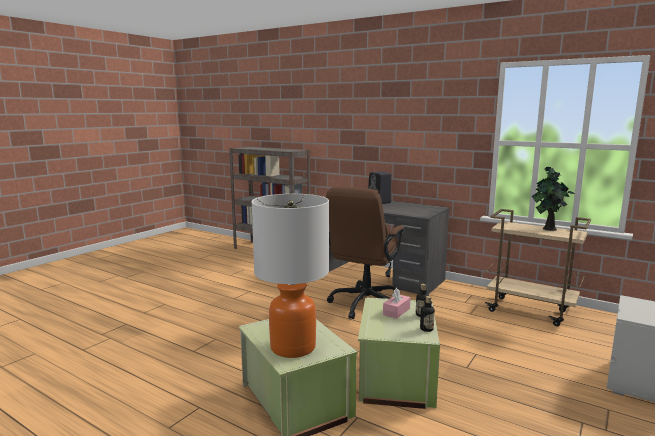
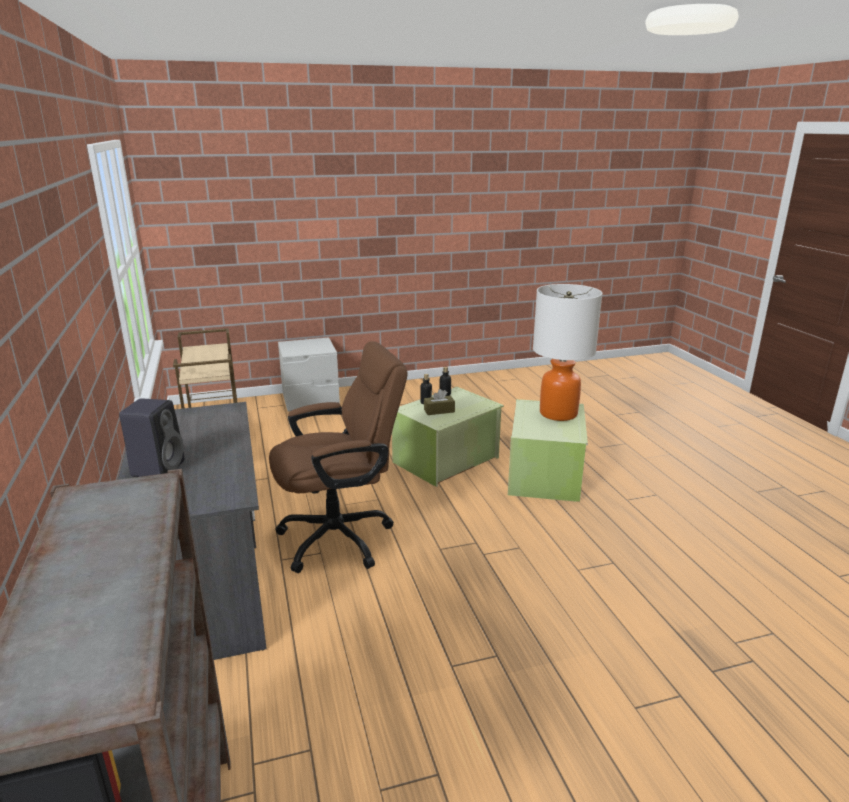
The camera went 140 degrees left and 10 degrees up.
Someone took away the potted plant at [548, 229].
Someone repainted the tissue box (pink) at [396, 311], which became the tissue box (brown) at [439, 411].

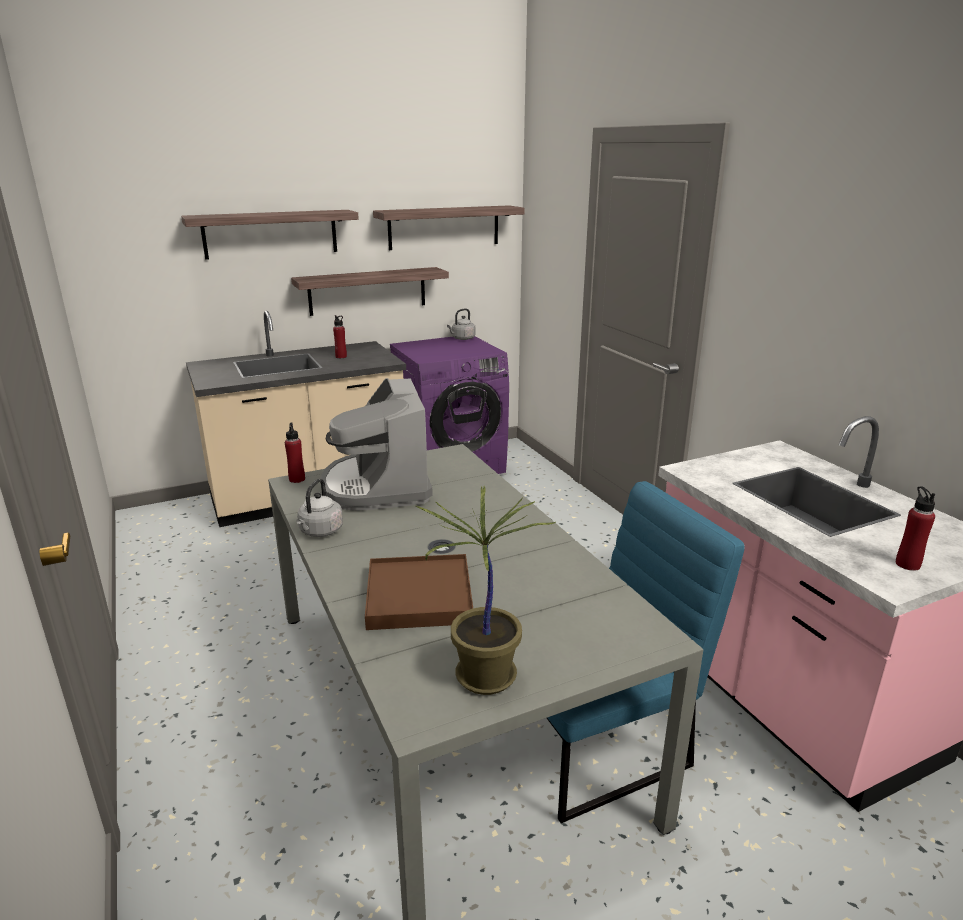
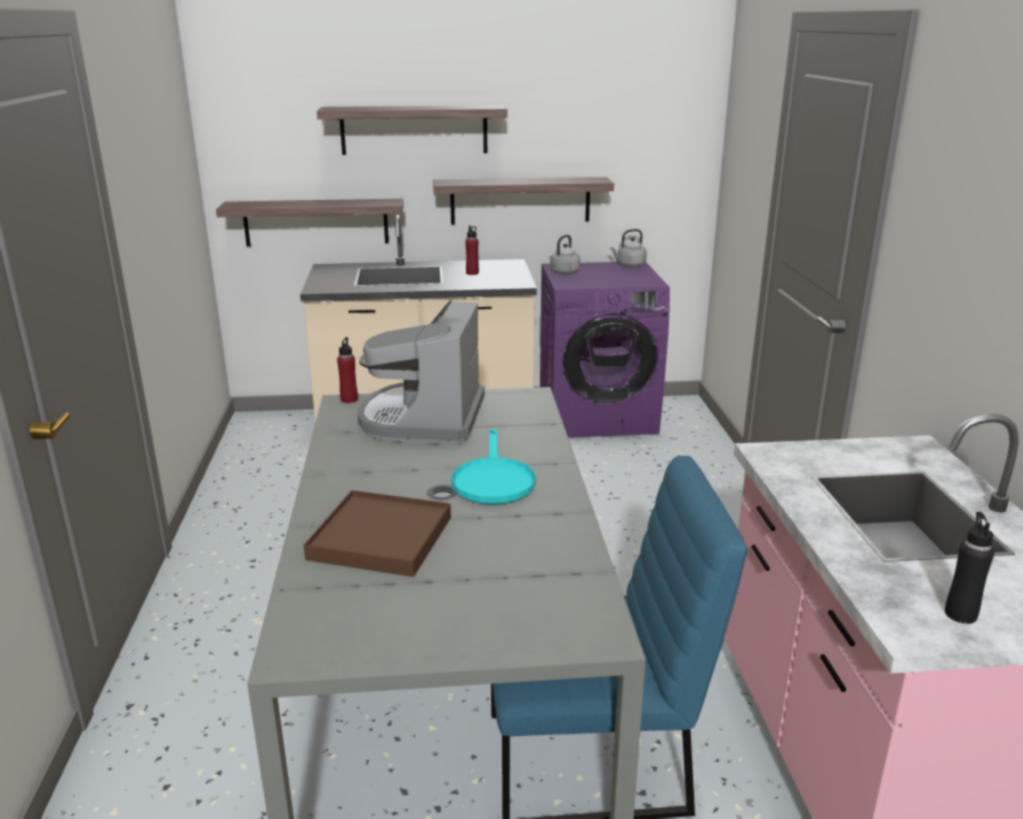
The camera went 20 degrees right and 0 degrees up.
Someone took away the potted plant at [485, 678].
Someone put down the frying pan (turquoise) at [492, 480].
Someone carried the kettle (grey) from [320, 532] to [563, 272].
Someone carried the shelf from [444, 227] to [316, 222].
Someone repainted the bottle (red) at [907, 564], which became the bottle (black) at [960, 614].

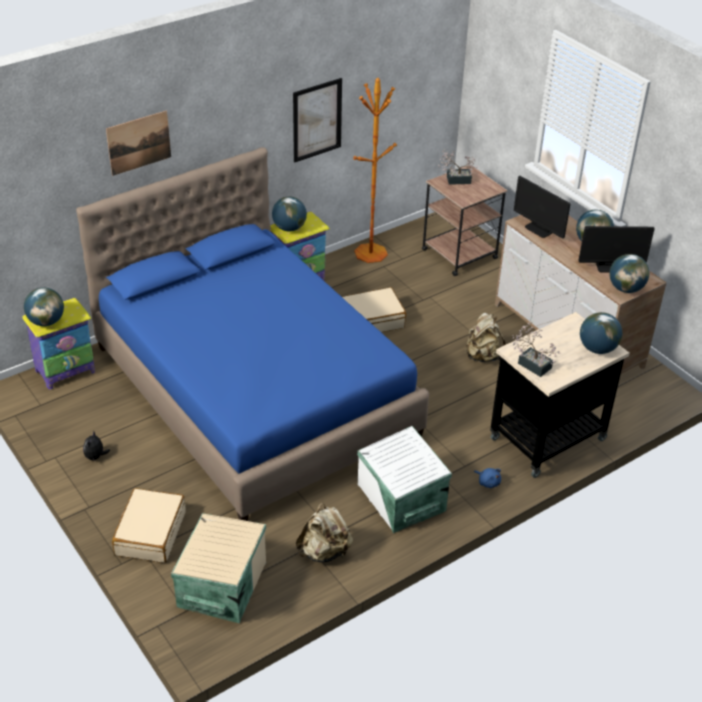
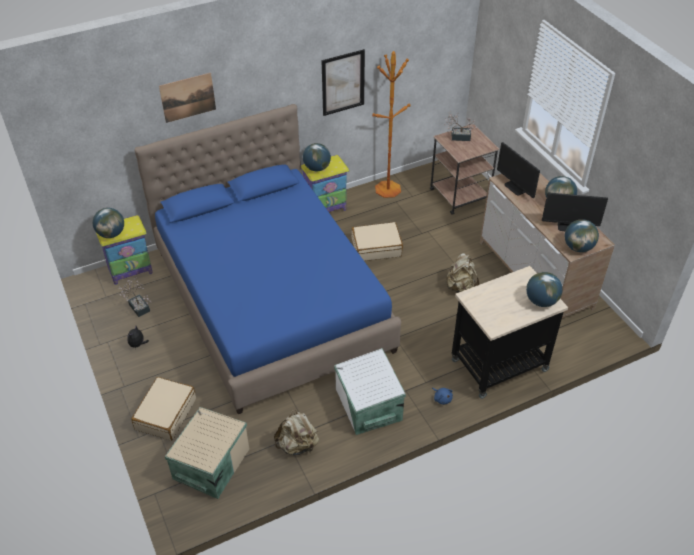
The camera went 10 degrees right and 5 degrees up.
Someone carried the potted plant from [531, 363] to [138, 306].

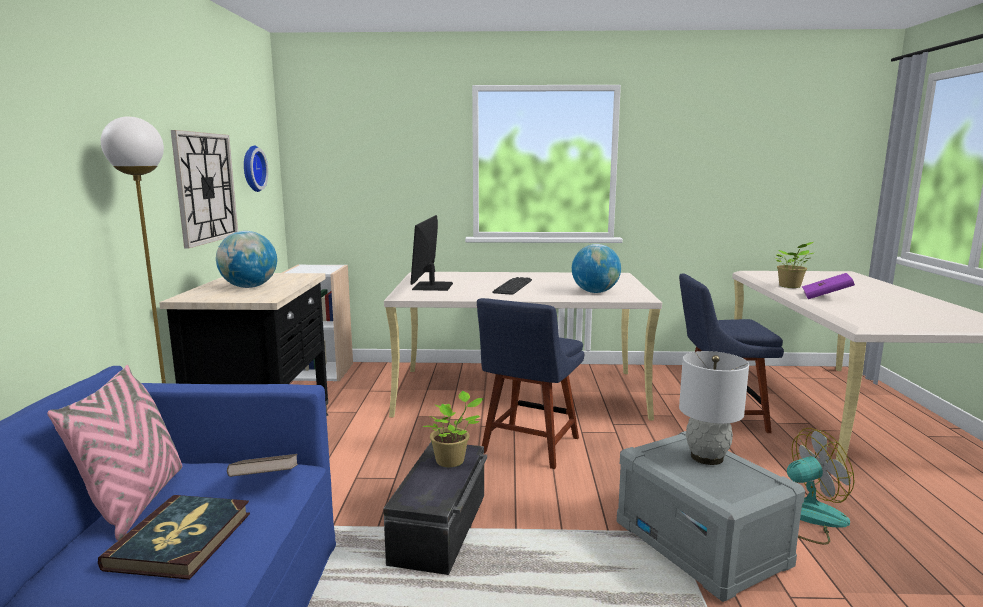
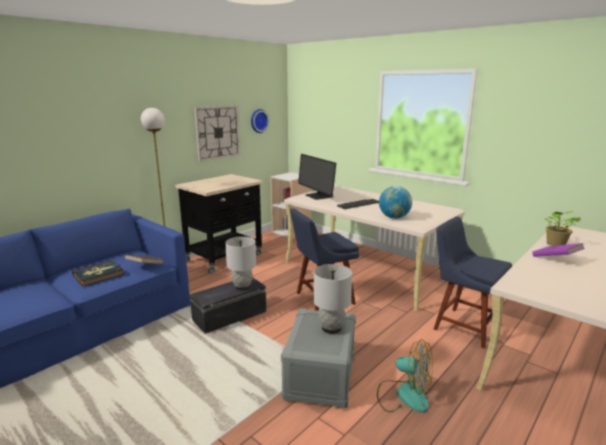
The camera went 40 degrees right and 5 degrees up.
Someone took away the pillow (pink) at [136, 502].
Someone took away the globe at [249, 287].
Someone swapped the potted plant at [452, 461] for the table lamp (white) at [242, 286].
Someone rotated the monitor at [431, 286] by 75 degrees counterclockwise.

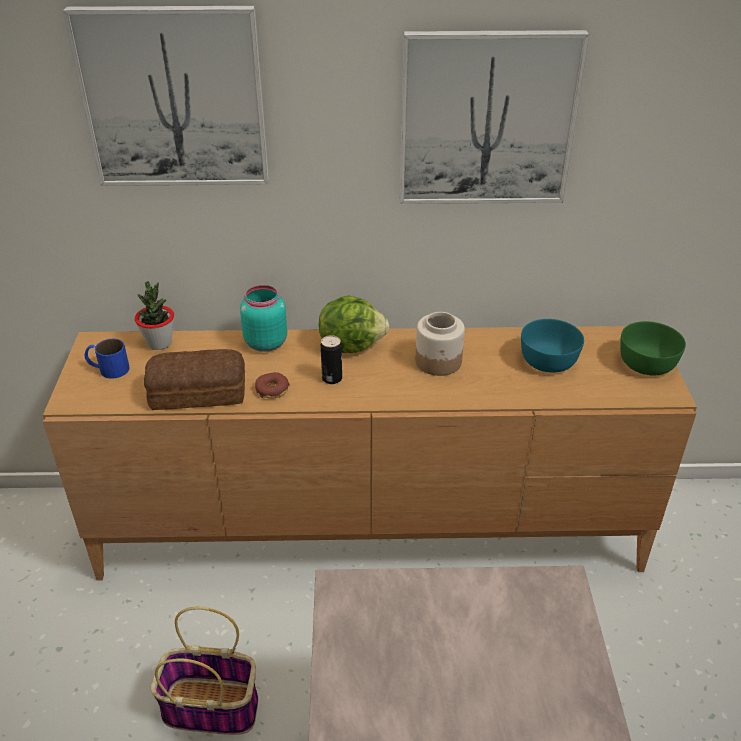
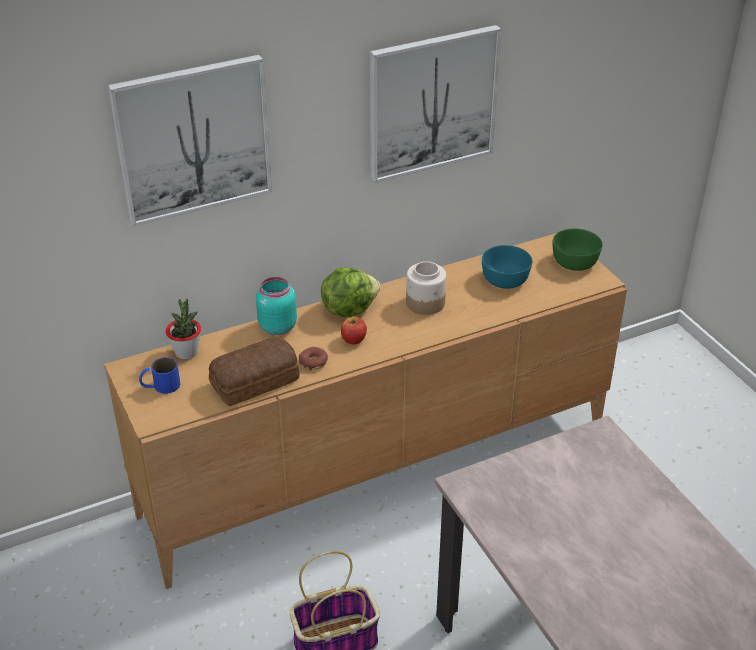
The camera went 25 degrees left and 0 degrees up.
Someone swapped the can at [332, 378] for the apple at [353, 339].

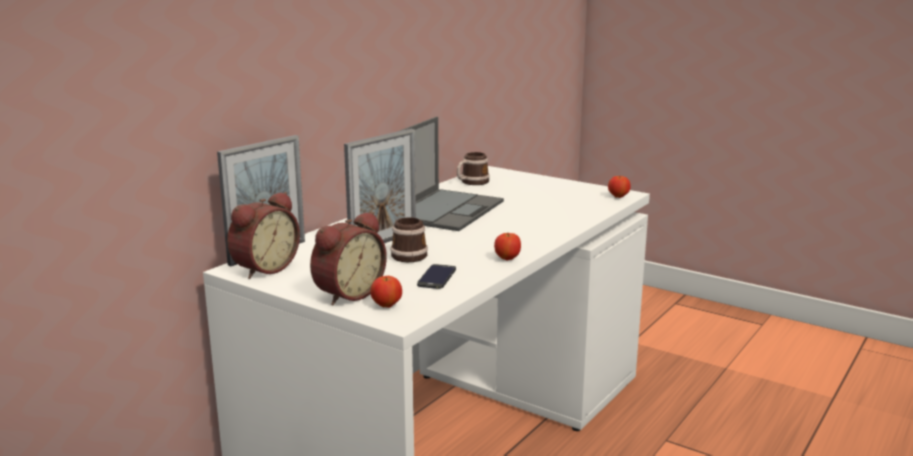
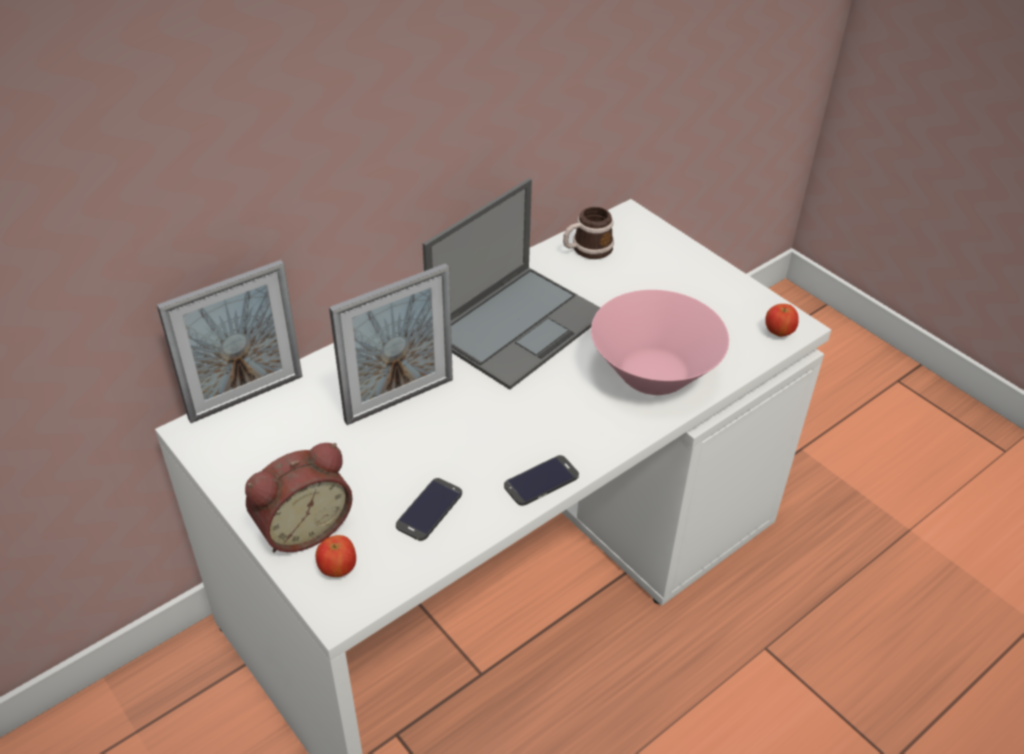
The camera went 15 degrees right and 25 degrees up.
Someone took away the alarm clock at [263, 268].
Someone took away the mug at [410, 254].
Someone put down the bowl (pink) at [653, 375].
Someone swapped the apple at [507, 259] for the phone at [541, 481].

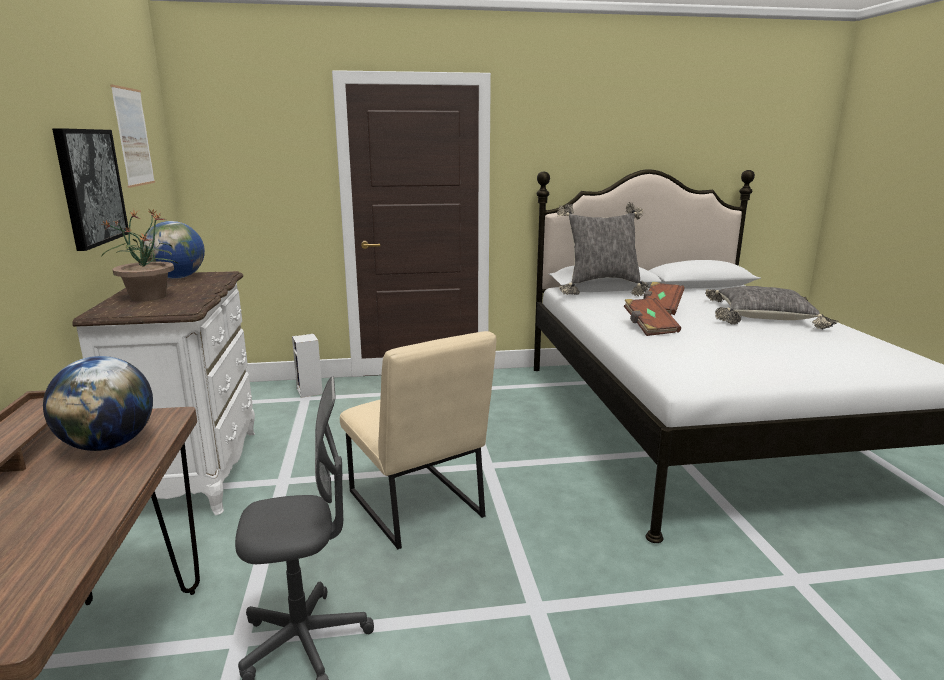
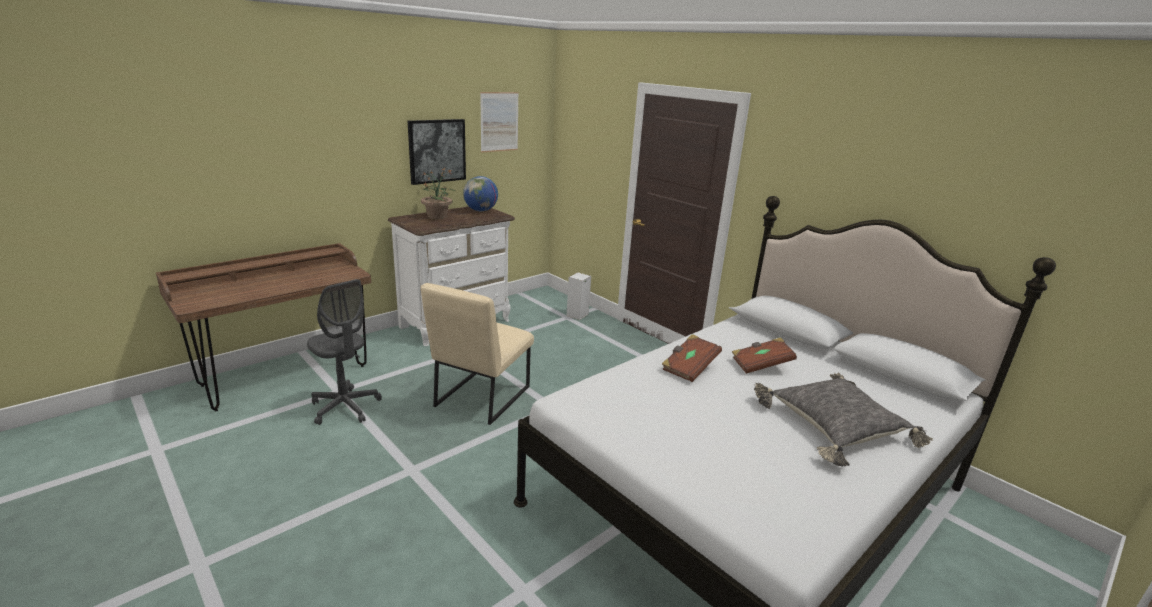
The camera went 55 degrees right and 5 degrees up.
Someone took away the globe at [108, 445].
Someone took away the pillow at [599, 294].

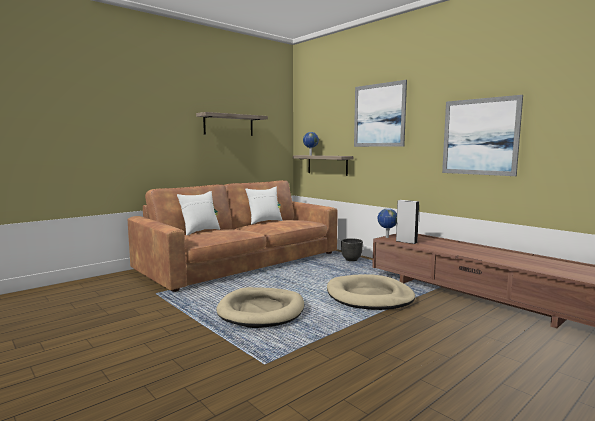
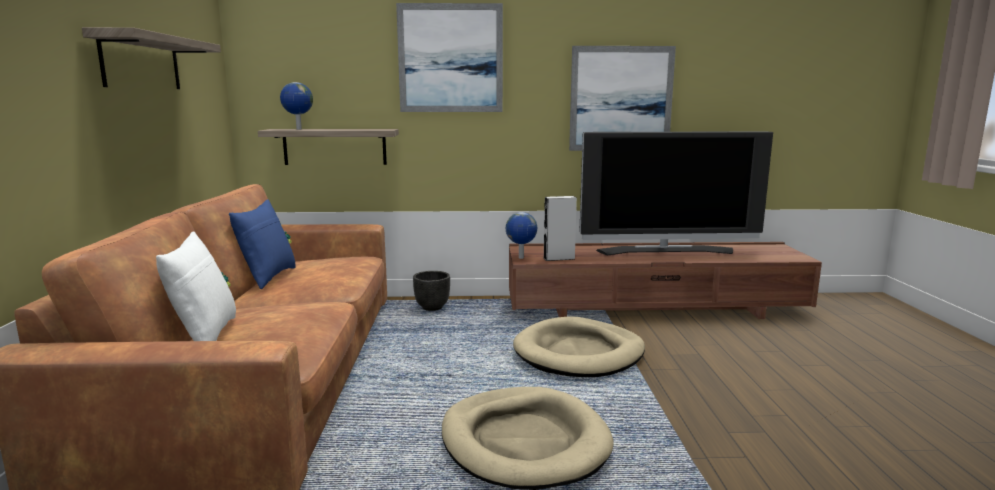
The camera went 50 degrees left and 5 degrees up.
Someone put down the television at [666, 251].
Someone repainted the pillow (white) at [264, 222], which became the pillow (blue) at [268, 278].

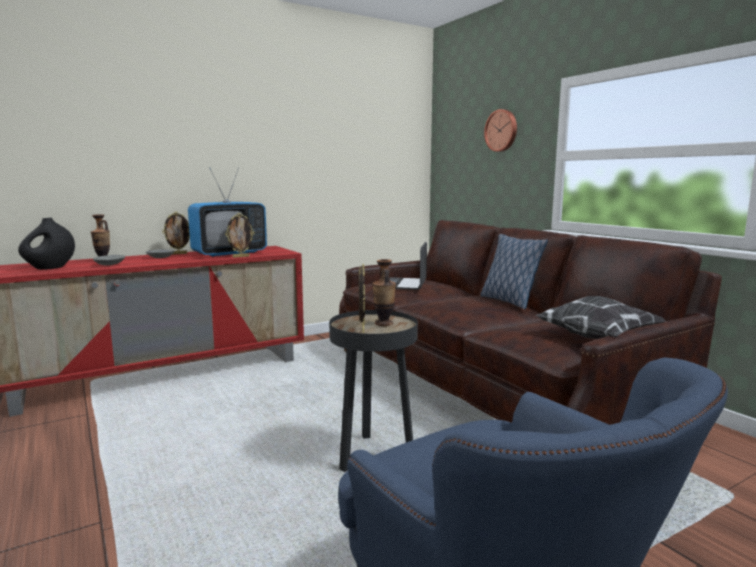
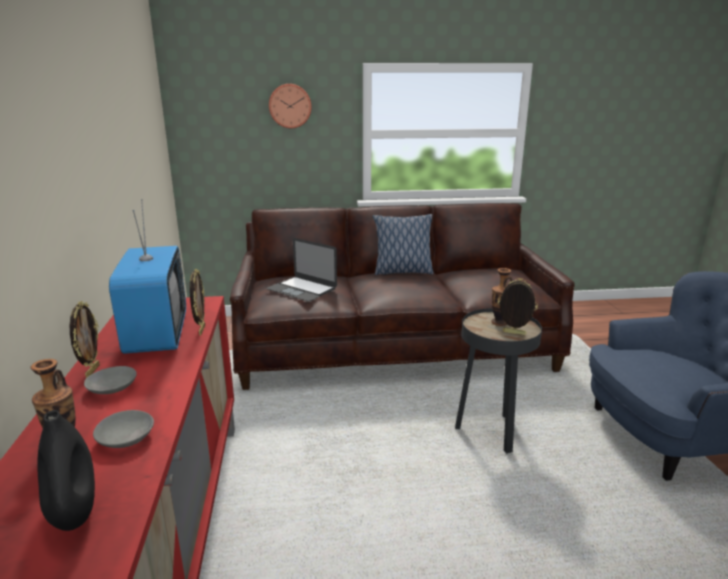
The camera went 65 degrees left and 10 degrees up.
Someone took away the pillow at [596, 338].

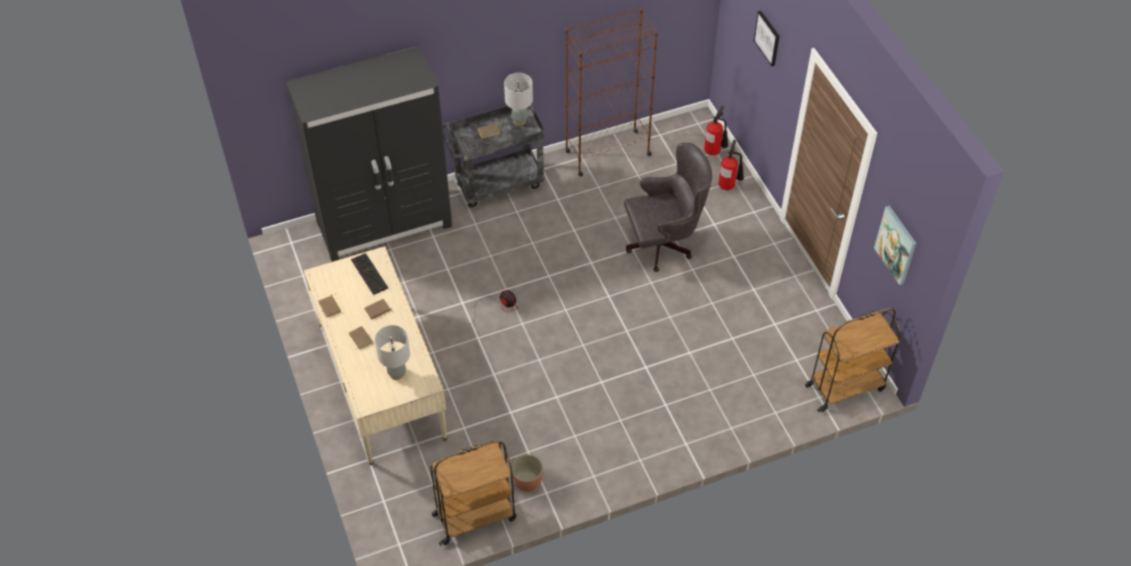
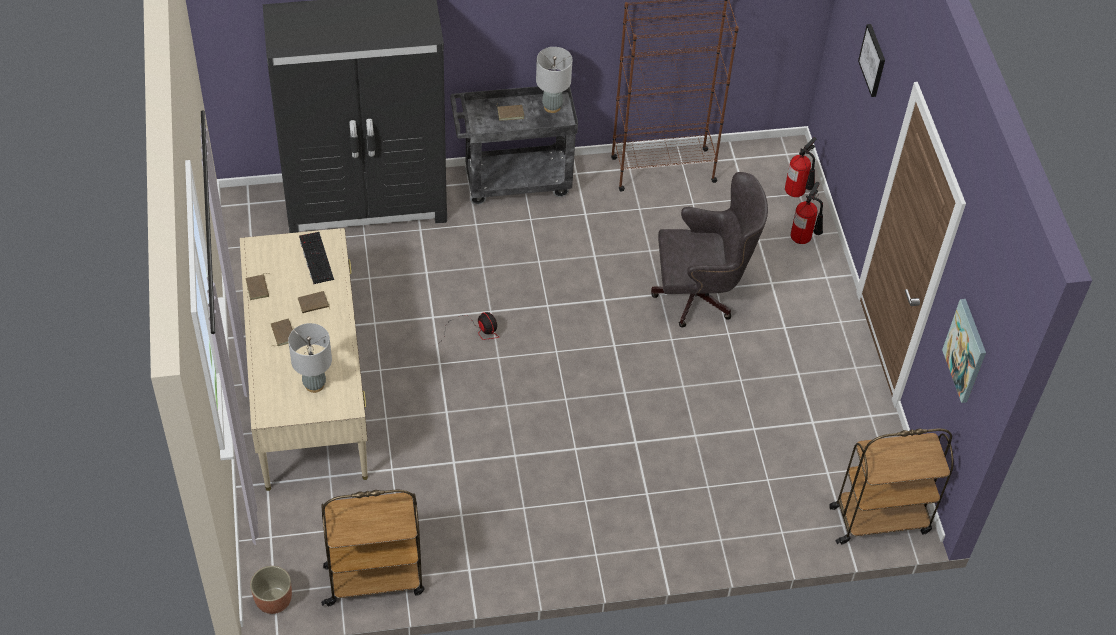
The camera went 10 degrees right and 0 degrees up.
Someone carried the planter from [527, 481] to [273, 600].

